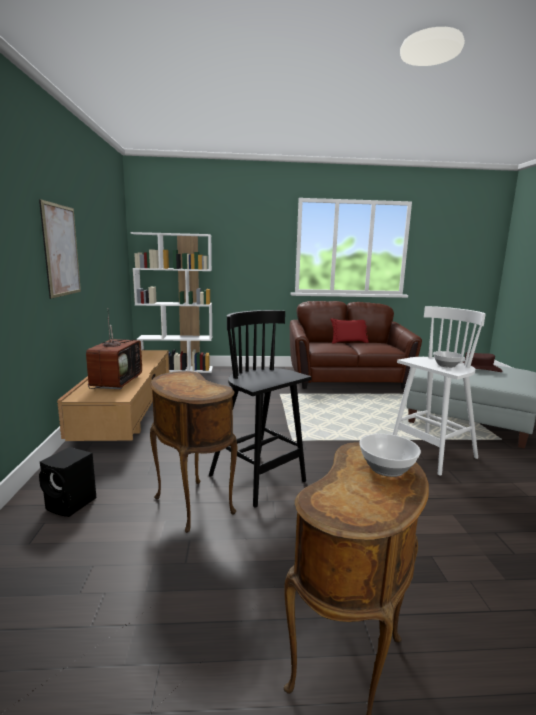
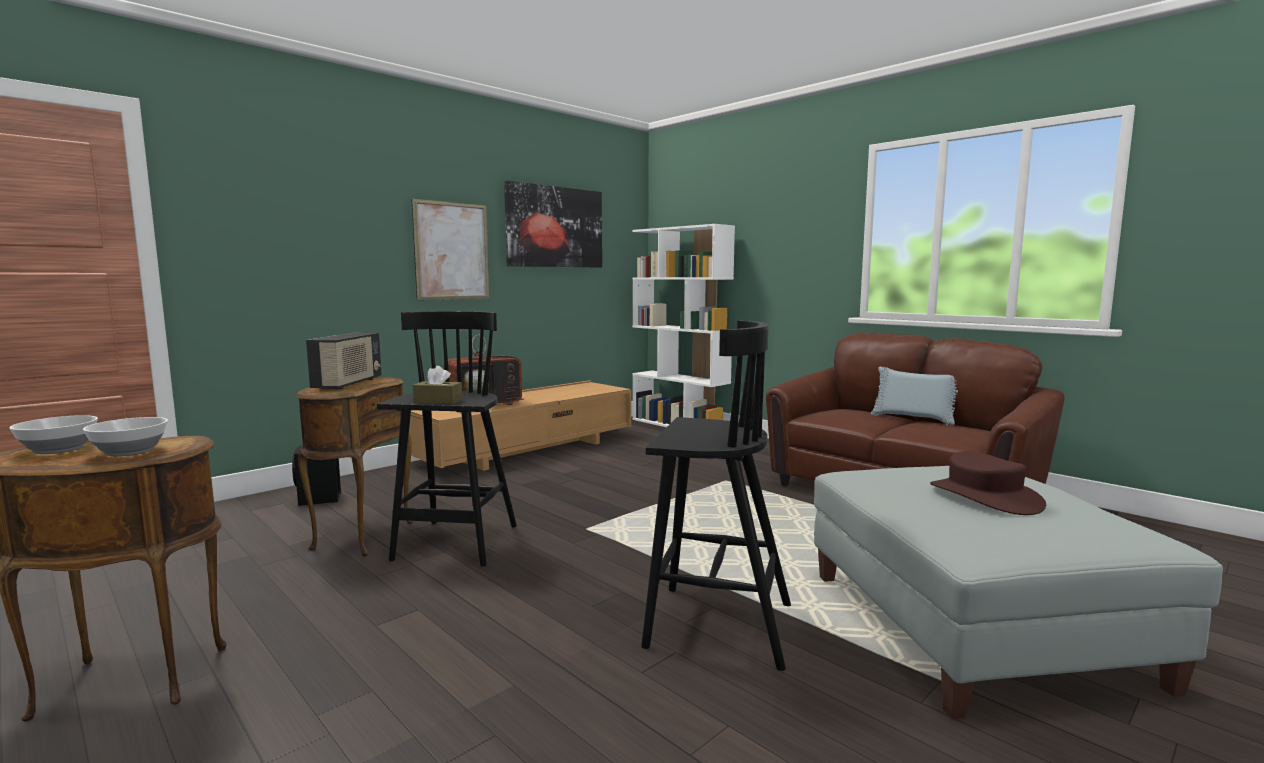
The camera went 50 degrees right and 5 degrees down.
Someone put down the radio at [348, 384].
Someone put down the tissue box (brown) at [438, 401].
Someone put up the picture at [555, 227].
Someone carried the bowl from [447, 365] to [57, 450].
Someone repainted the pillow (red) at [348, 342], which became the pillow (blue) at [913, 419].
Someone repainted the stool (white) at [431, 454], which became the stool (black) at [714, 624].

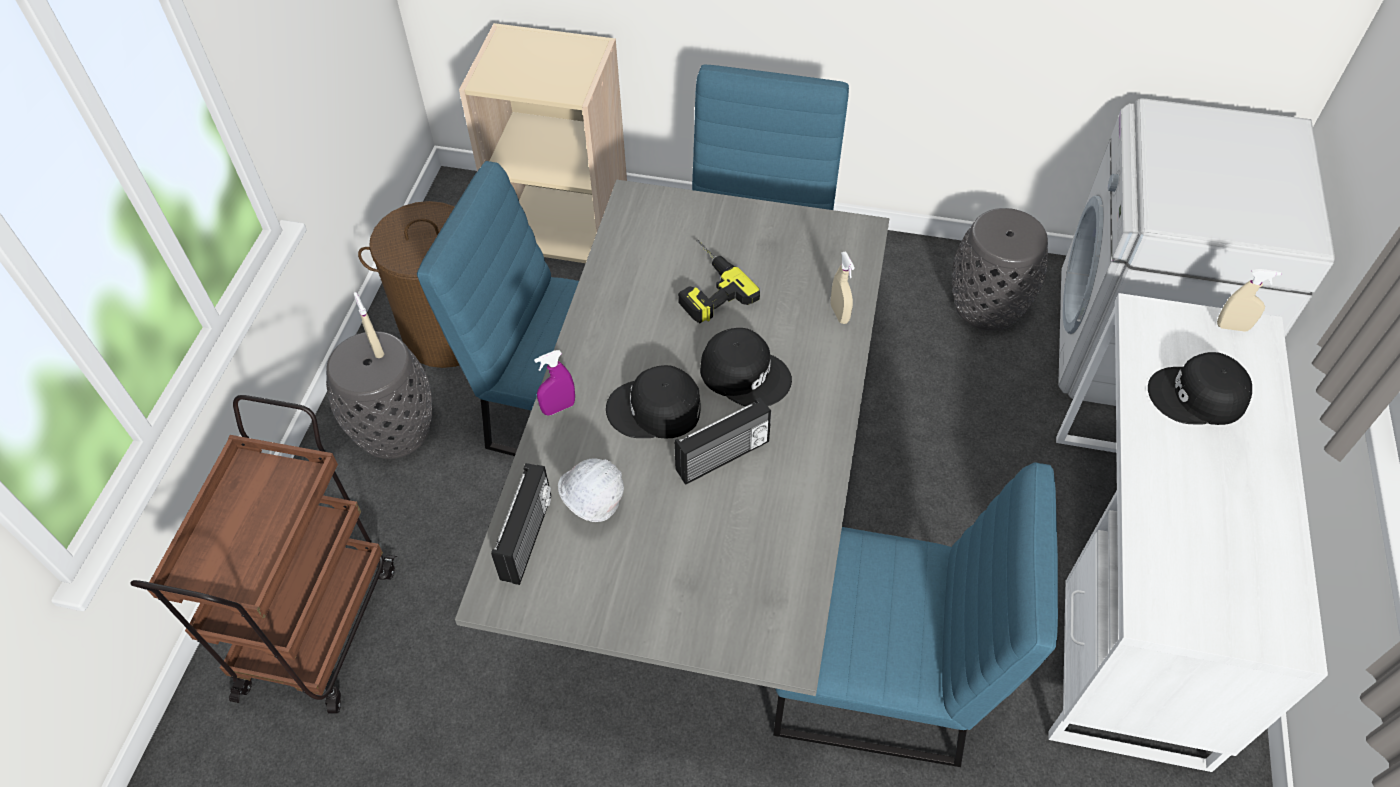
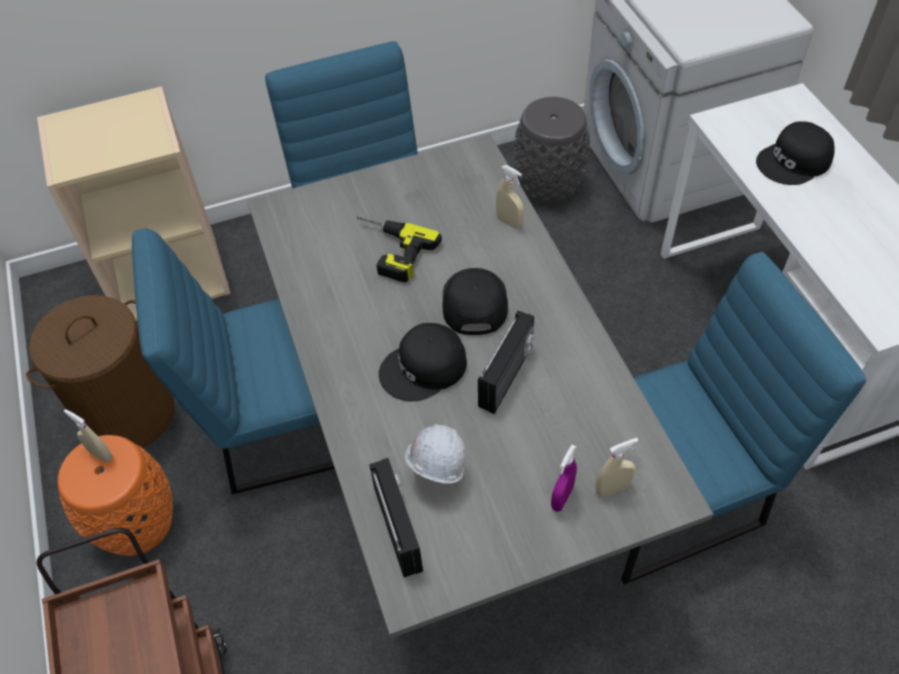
The camera went 30 degrees left and 0 degrees up.
Someone carried the spray bottle (purple) from [558, 408] to [562, 498].
Someone carried the spray bottle (beige) from [1232, 327] to [612, 489].
Someone repainted the stool (grey) at [394, 430], which became the stool (orange) at [136, 523].
Someone rotated the cap (black) at [745, 373] by 90 degrees counterclockwise.

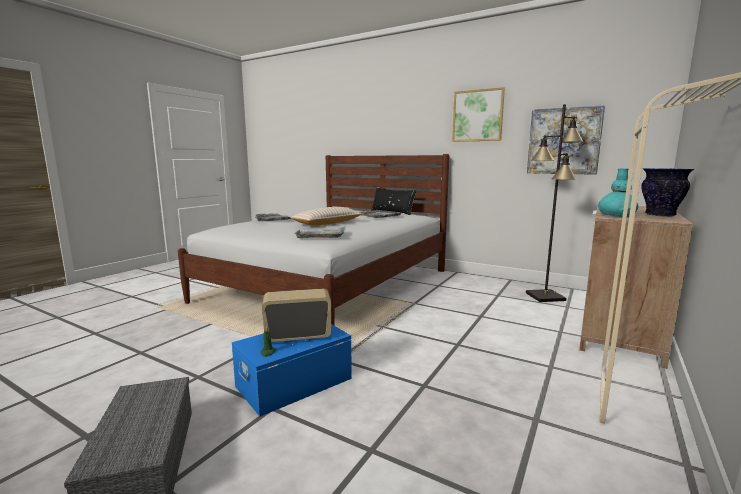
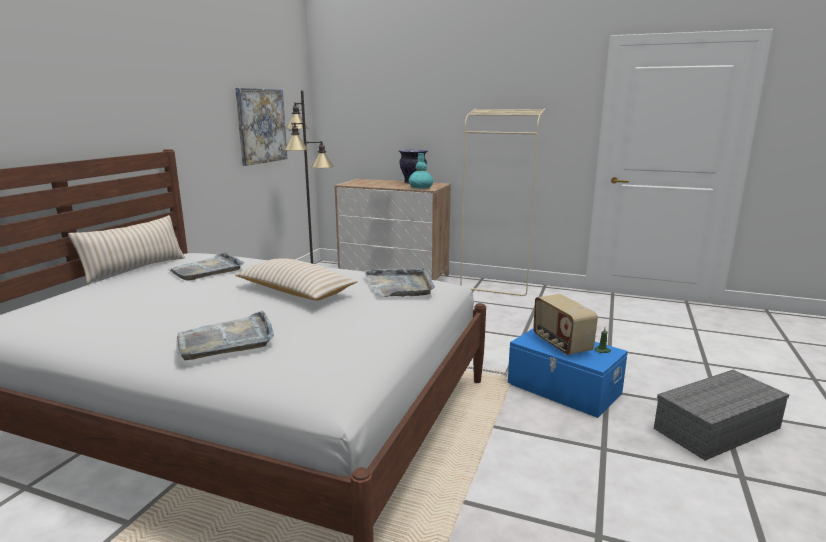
The camera went 100 degrees left and 5 degrees up.
Someone took away the picture at [477, 115].
Someone repainted the pillow (black) at [392, 212], which became the pillow (beige) at [135, 269].

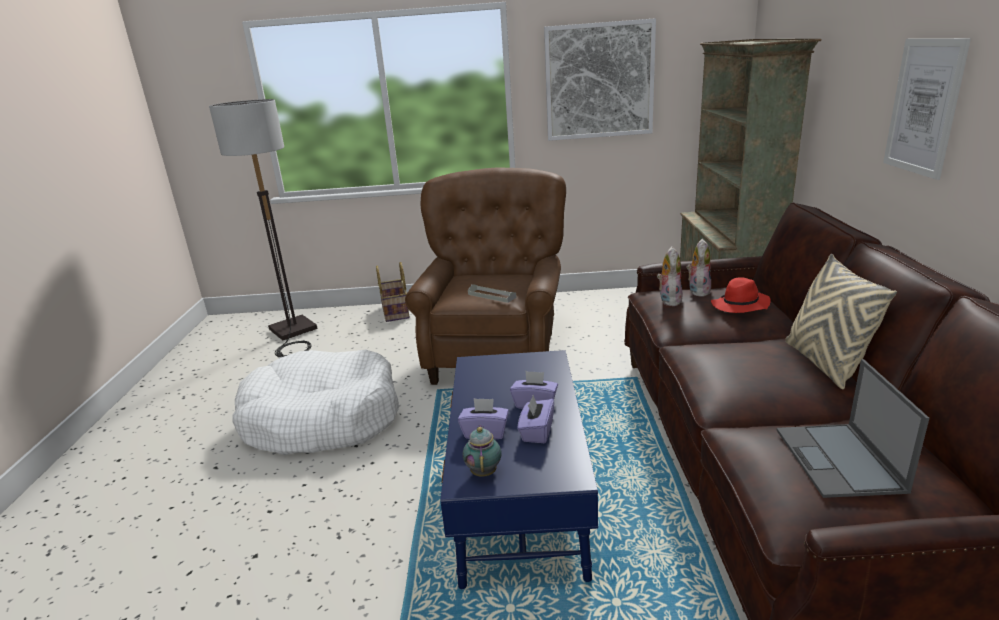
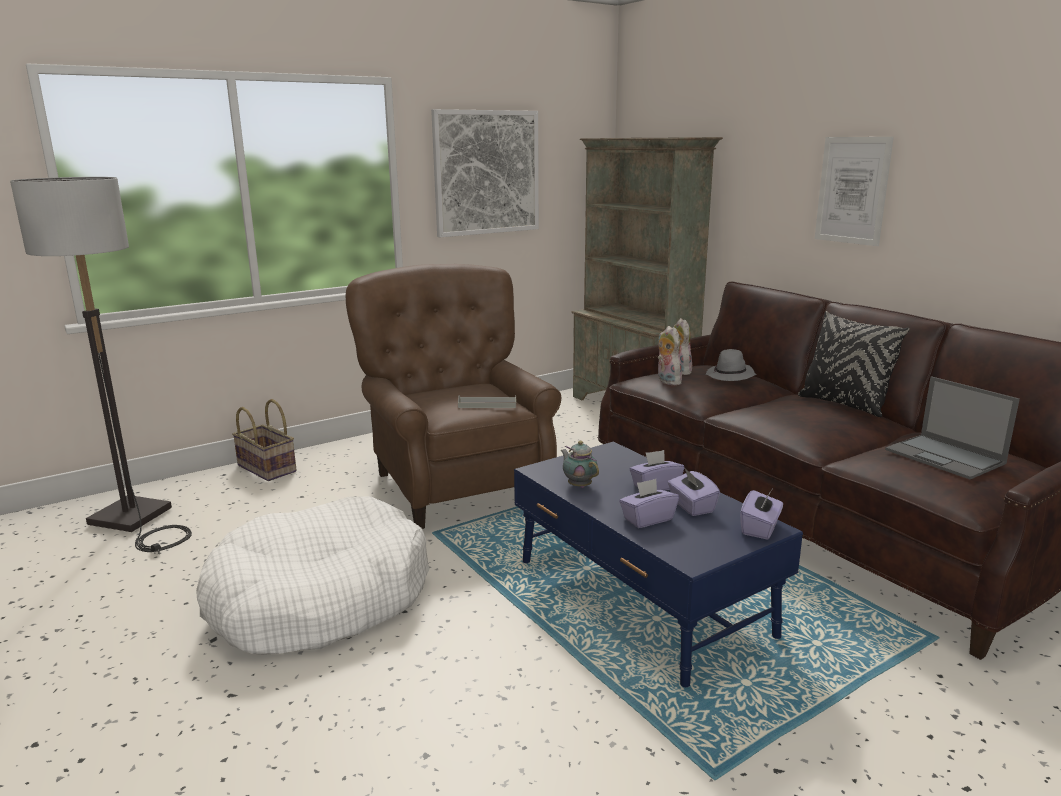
The camera went 35 degrees left and 5 degrees down.
Someone put down the tissue box (purple) at [760, 528].
Someone carried the teapot from [484, 471] to [579, 485].
Someone repainted the hat (red) at [740, 306], which became the hat (grey) at [730, 376].
Someone repainted the pillow (beige) at [824, 363], which became the pillow (black) at [844, 404].

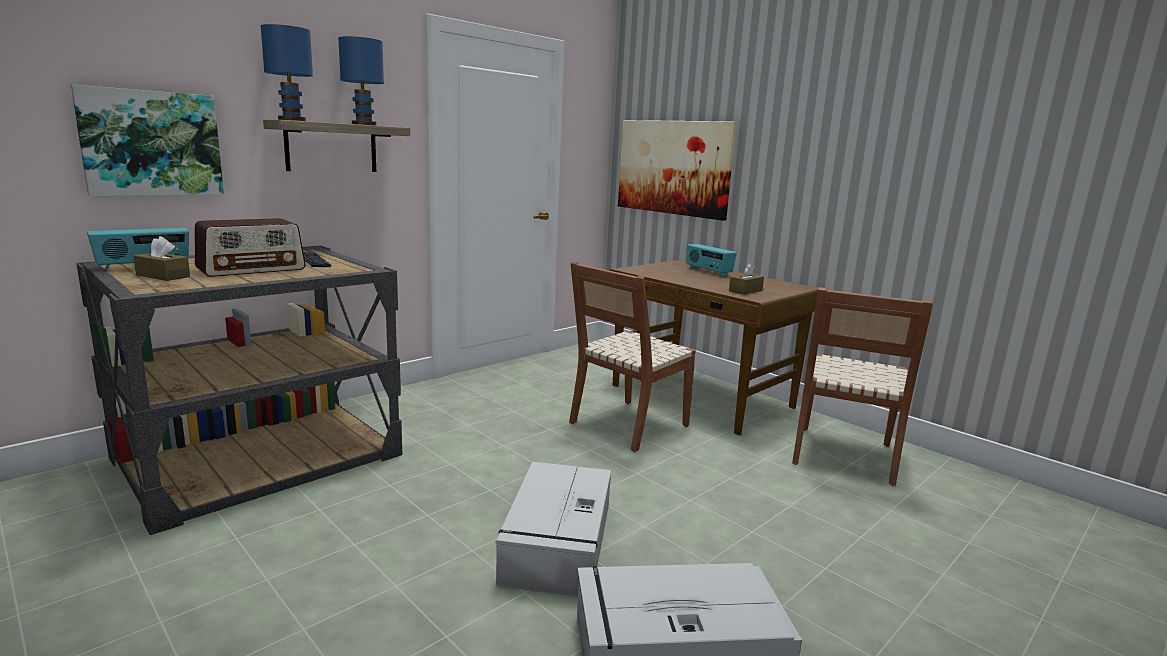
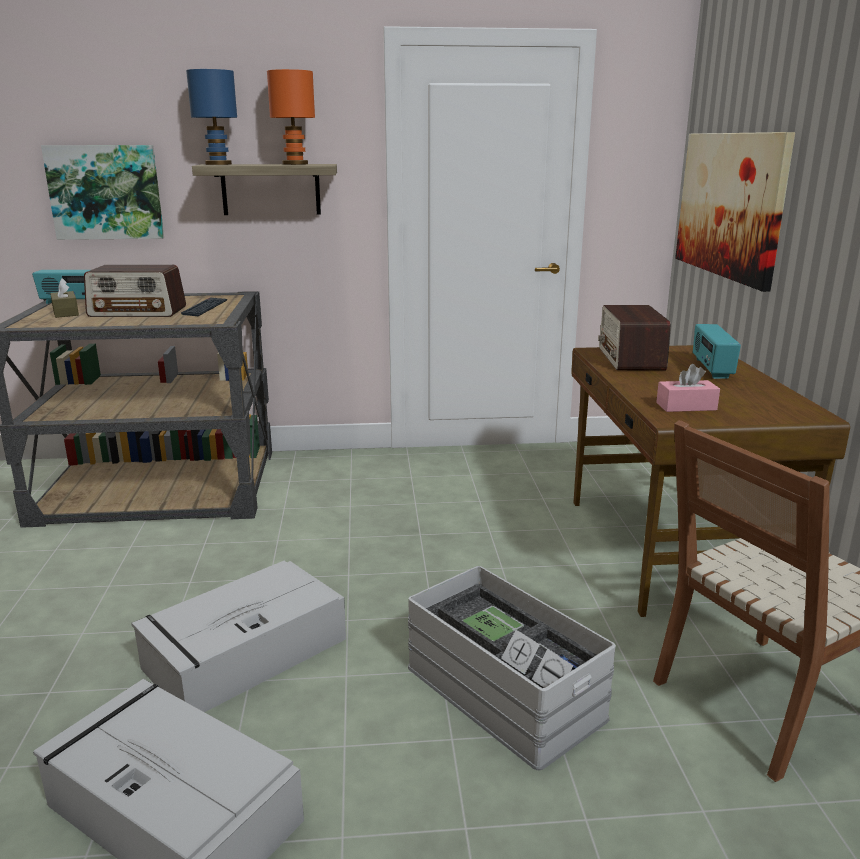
The camera went 40 degrees right and 5 degrees up.
Someone took away the chair at [625, 426].
Someone put down the storage box (grey) at [505, 691].
Someone put down the radio at [630, 359].
Someone repainted the table lamp (blue) at [363, 124], which became the table lamp (orange) at [294, 164].
Someone repainted the tissue box (brown) at [745, 291], which became the tissue box (pink) at [686, 406].

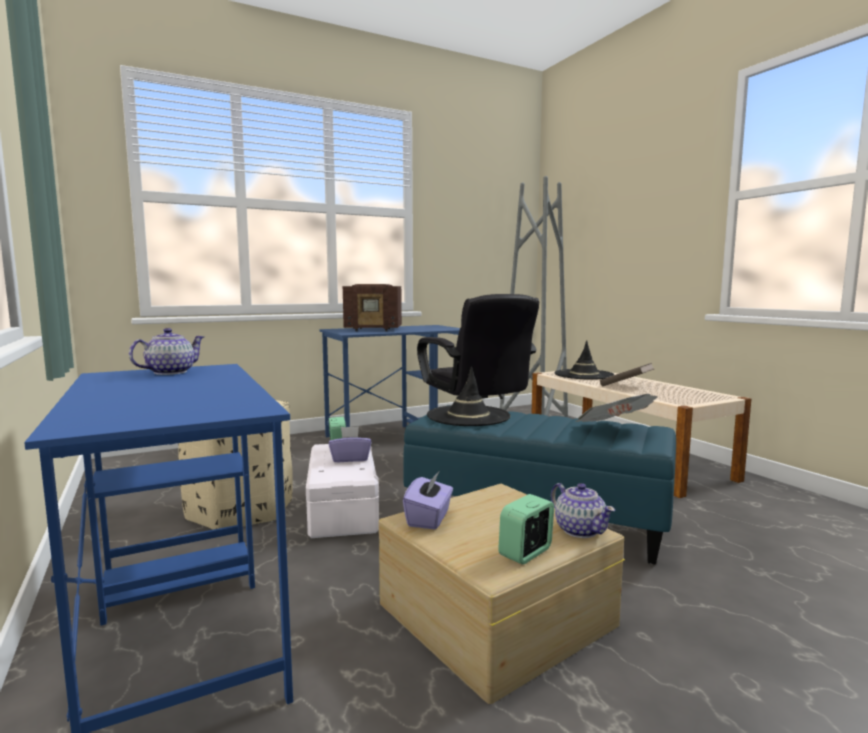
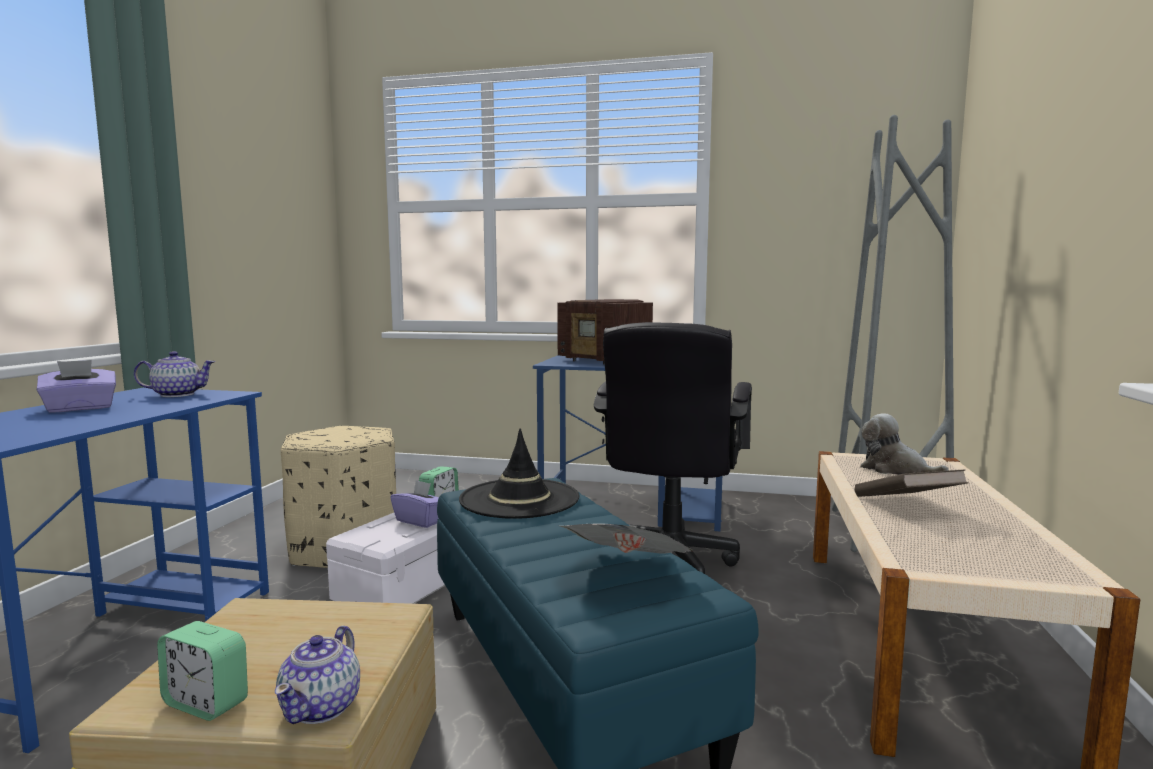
The camera went 40 degrees right and 0 degrees up.
Someone carried the tissue box (purple) from [429, 518] to [80, 408].
Someone swapped the hat (black) at [584, 375] for the plush toy at [895, 470].
Someone rotated the alarm clock at [526, 553] by 150 degrees counterclockwise.

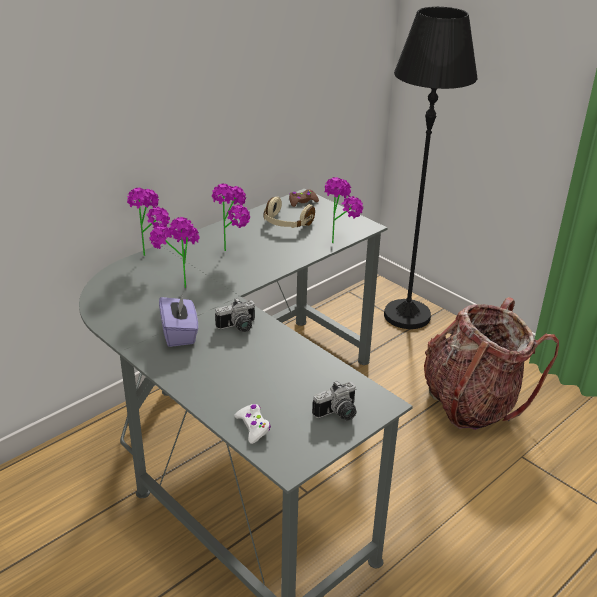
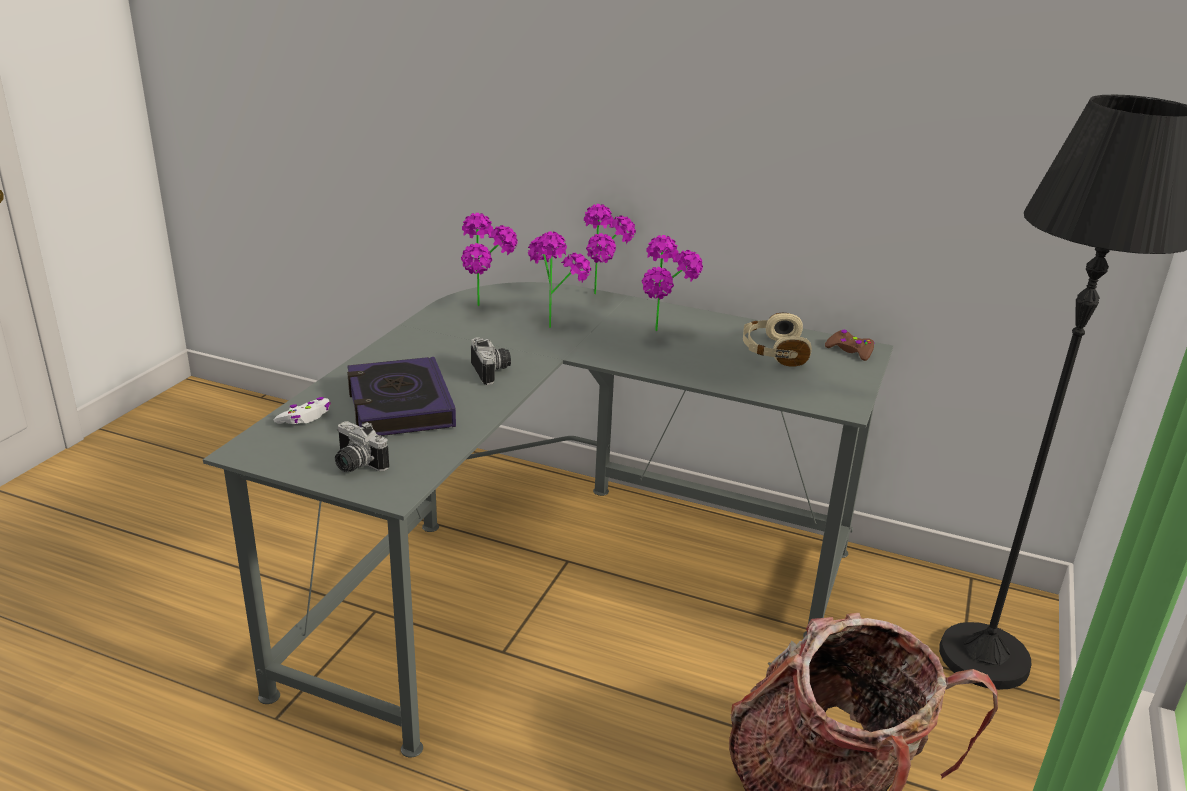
The camera went 65 degrees right and 5 degrees down.
Someone took away the tissue box (purple) at [180, 333].
Someone put down the book at [399, 406].
Someone carried the potted plant from [339, 240] to [488, 308].
Someone rotated the photo camera at [238, 327] by 150 degrees counterclockwise.

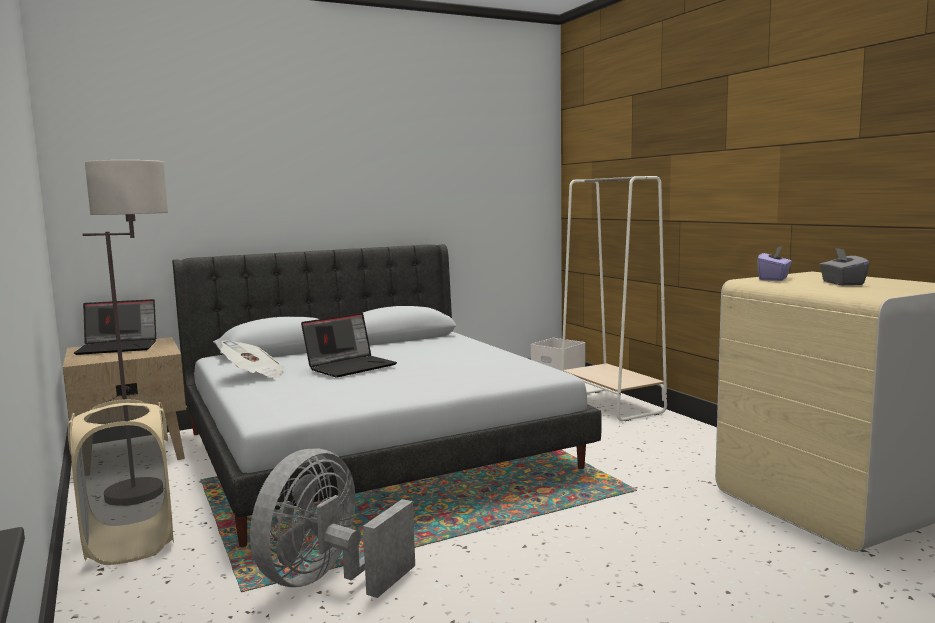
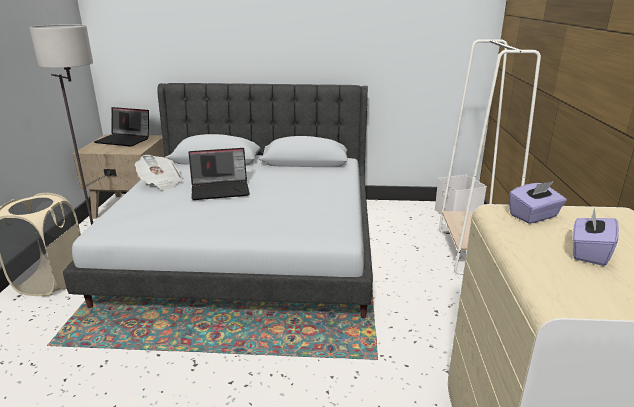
The camera went 30 degrees right and 15 degrees up.
Someone took away the fan (grey) at [327, 580].
Someone repainted the tissue box (grey) at [842, 283], which became the tissue box (purple) at [589, 253].

